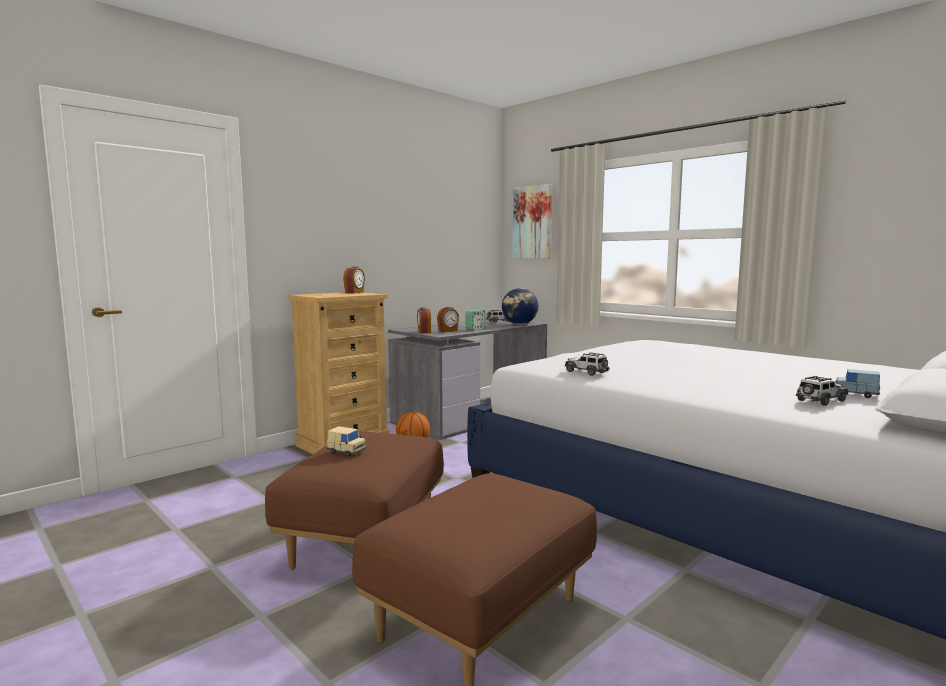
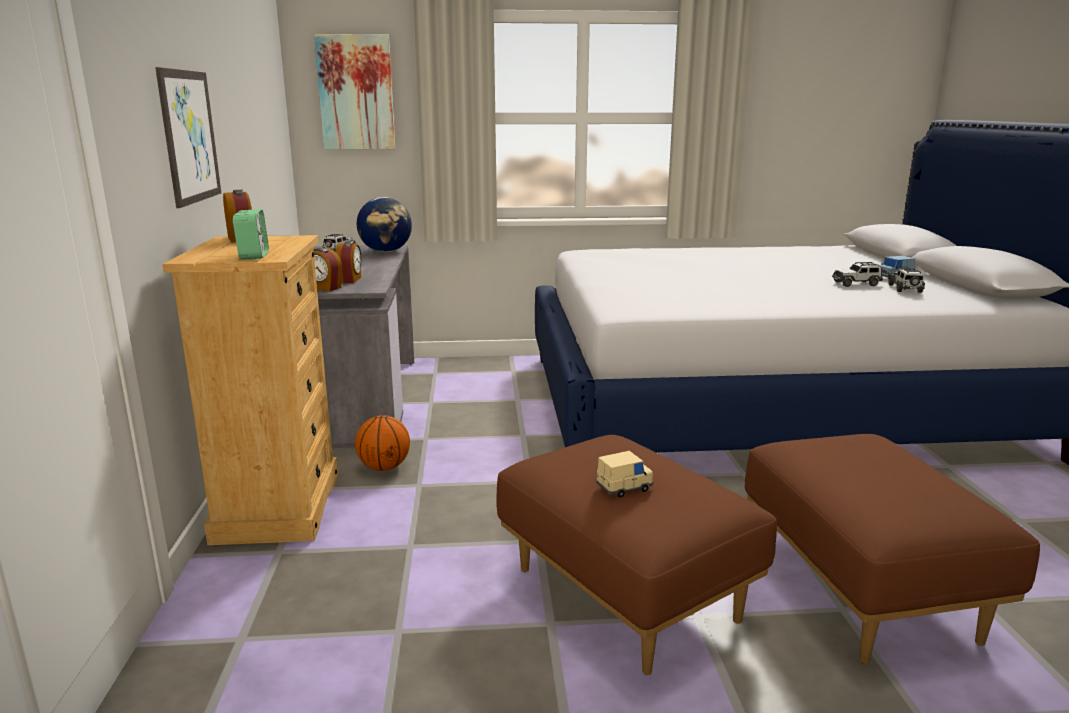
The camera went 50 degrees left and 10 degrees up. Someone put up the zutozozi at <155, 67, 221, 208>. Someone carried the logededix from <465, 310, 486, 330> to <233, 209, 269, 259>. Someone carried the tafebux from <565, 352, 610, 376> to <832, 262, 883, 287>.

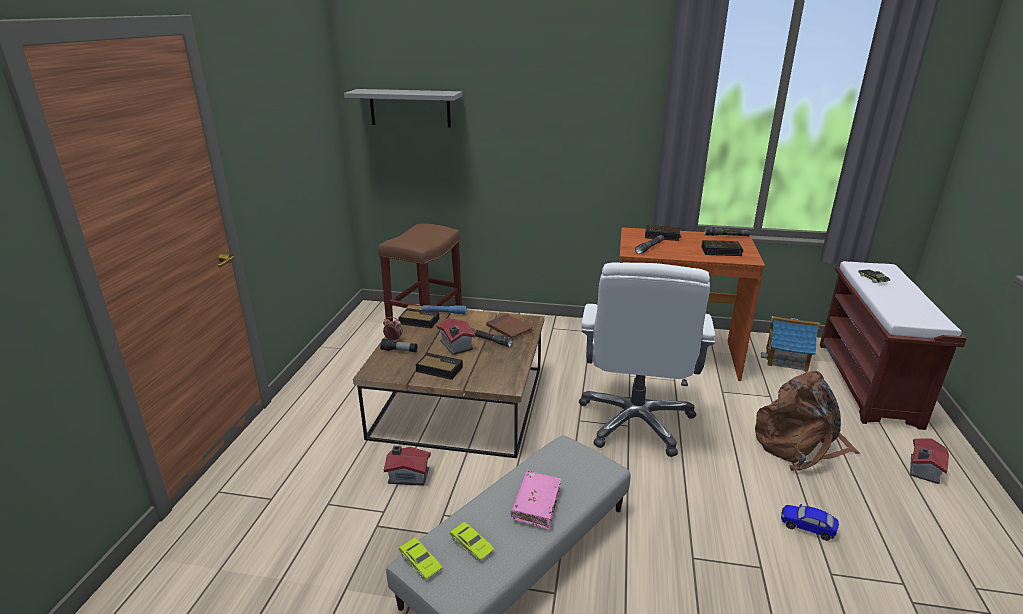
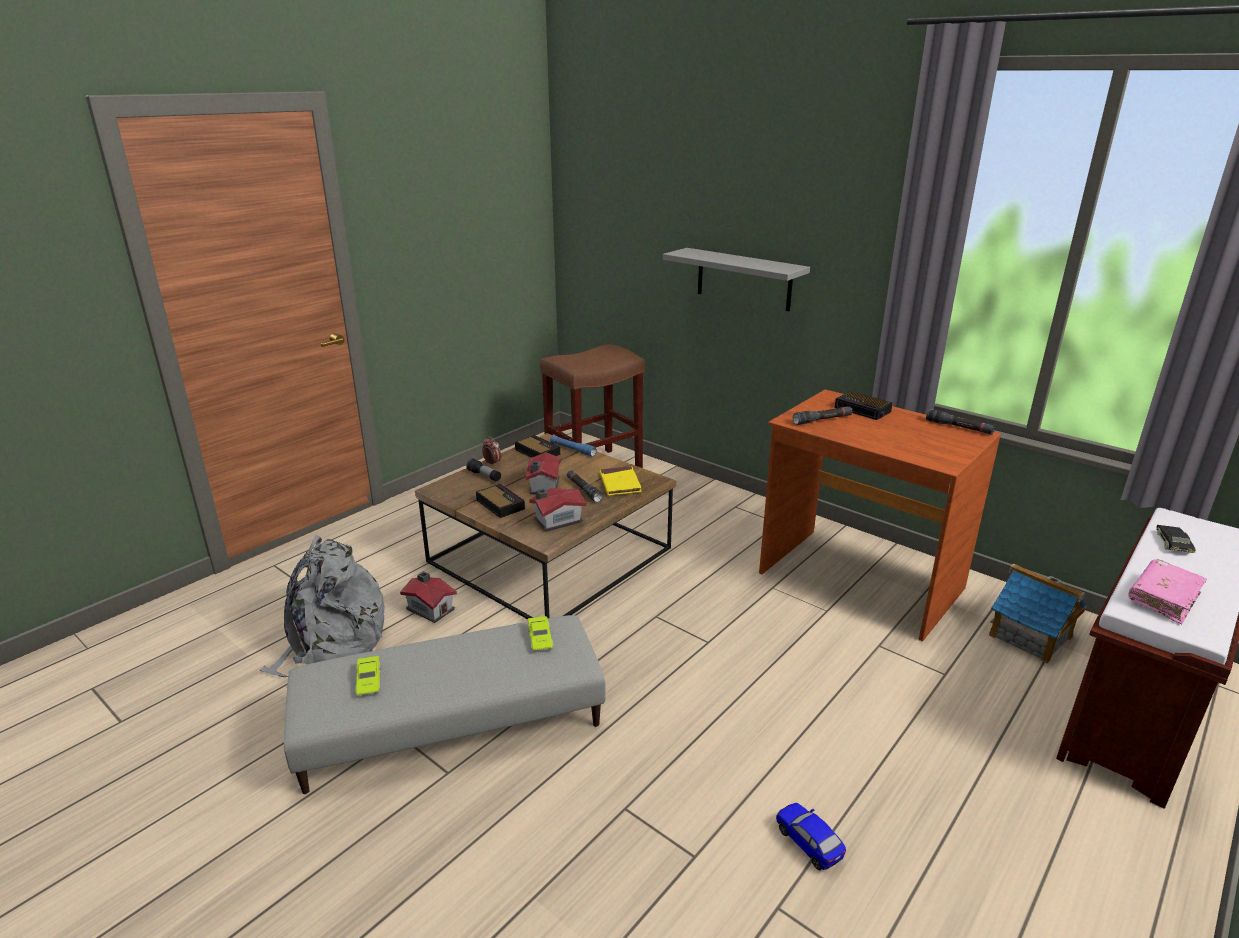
The camera went 30 degrees right and 0 degrees up. Someone put down the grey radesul at <260, 535, 385, 677>. Someone carried the green tafebux from <399, 538, 442, 580> to <527, 616, 553, 651>. Someone carried the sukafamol from <910, 438, 949, 484> to <529, 488, 586, 532>. Someone repainted the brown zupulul at <486, 314, 533, 339>, which became the yellow zupulul at <600, 466, 642, 496>. Someone carried the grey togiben from <344, 89, 462, 128> to <663, 248, 810, 311>. Someone carried the pink zupulul from <511, 471, 561, 530> to <1128, 559, 1207, 624>. Someone took away the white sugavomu at <579, 262, 715, 457>. Someone took away the logededix at <701, 240, 743, 256>. Someone took away the brown radesul at <755, 371, 860, 471>.

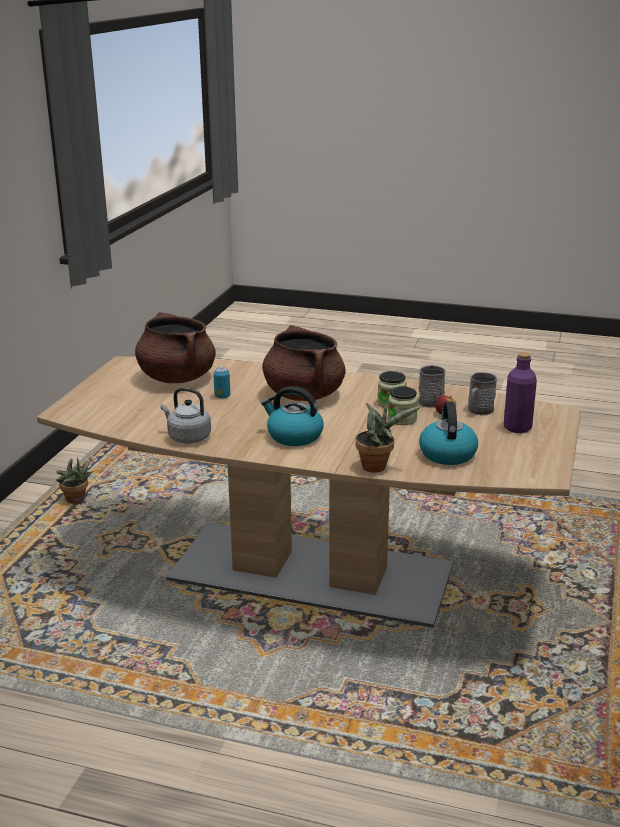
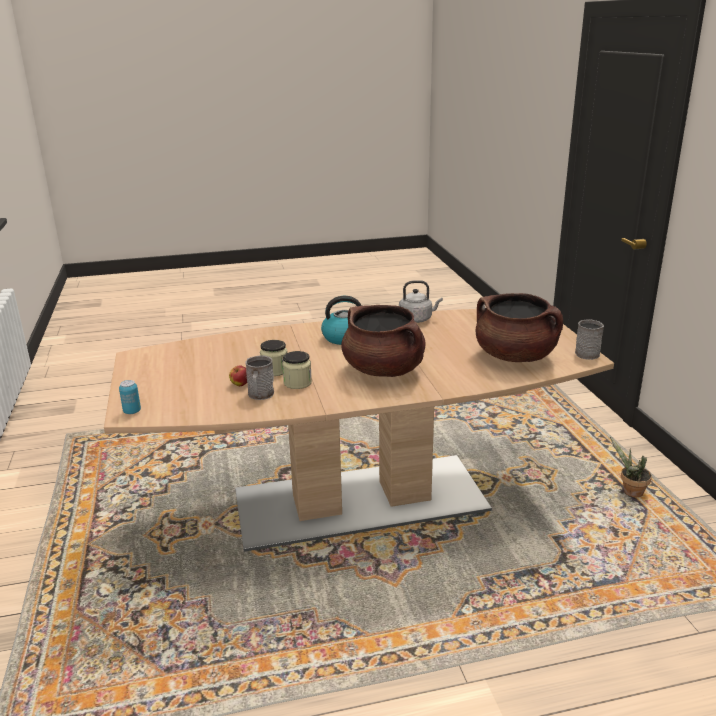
The camera went 150 degrees right and 0 degrees up. Someone carried the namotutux from <213, 367, 230, 398> to <119, 380, 141, 414>. Someone carried the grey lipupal from <468, 372, 497, 415> to <575, 320, 604, 360>. Someone took away the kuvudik at <355, 399, 421, 473>. Someone took away the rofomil at <419, 401, 478, 465>. Someone took away the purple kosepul at <504, 352, 537, 433>.

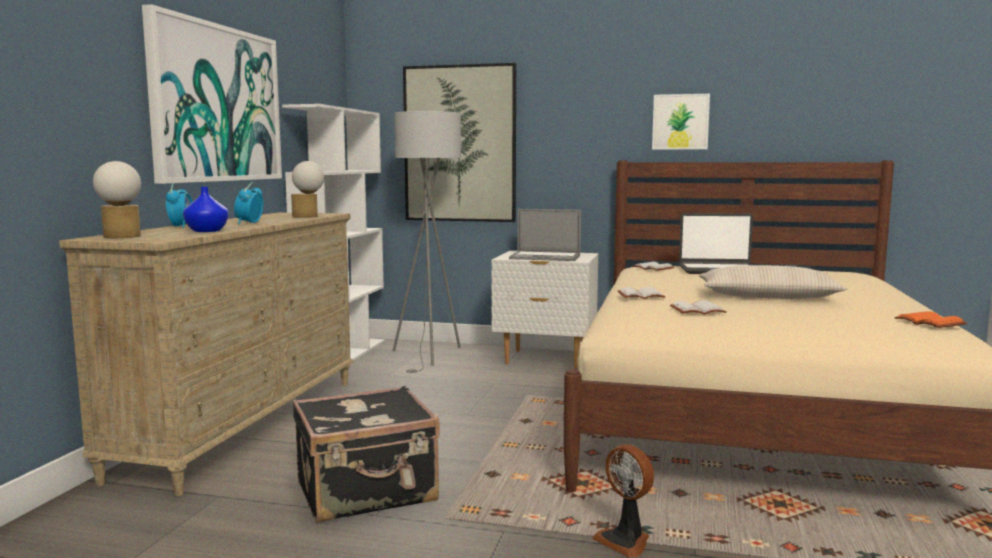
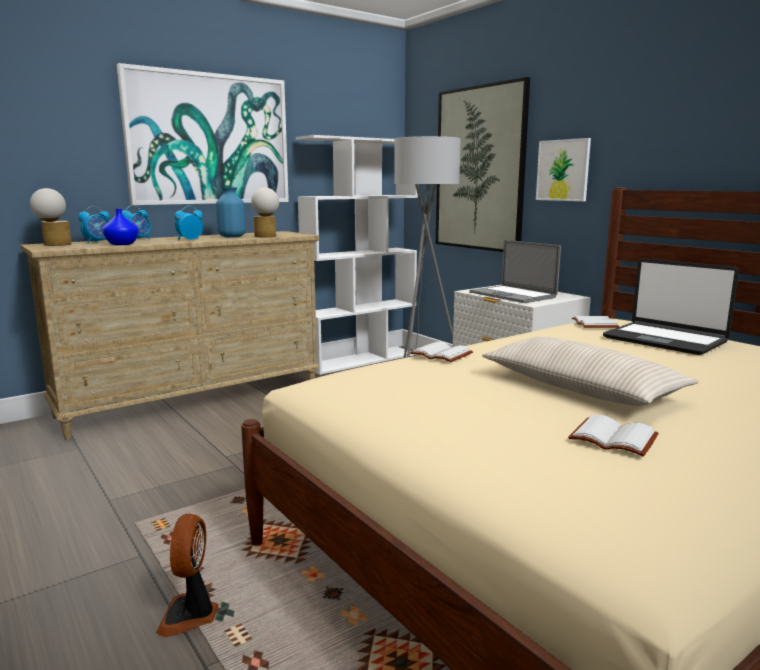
The camera went 40 degrees right and 5 degrees up. Someone put down the logededix at <79, 206, 110, 243>. Someone put down the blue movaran at <216, 187, 246, 238>. Someone carried the zutozozi from <652, 94, 710, 150> to <536, 138, 591, 201>. Someone carried the white zupulul from <670, 300, 727, 315> to <568, 415, 659, 457>. Someone took away the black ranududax at <293, 386, 440, 523>. Someone took away the orange zupulul at <894, 311, 967, 328>.

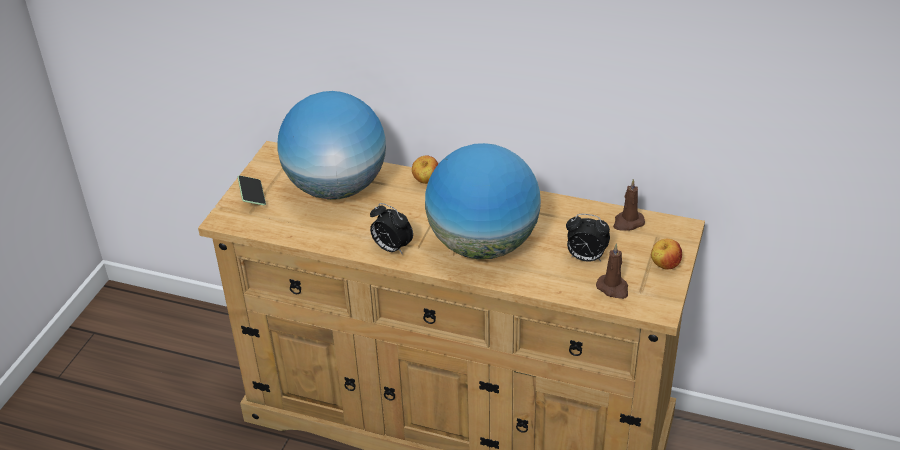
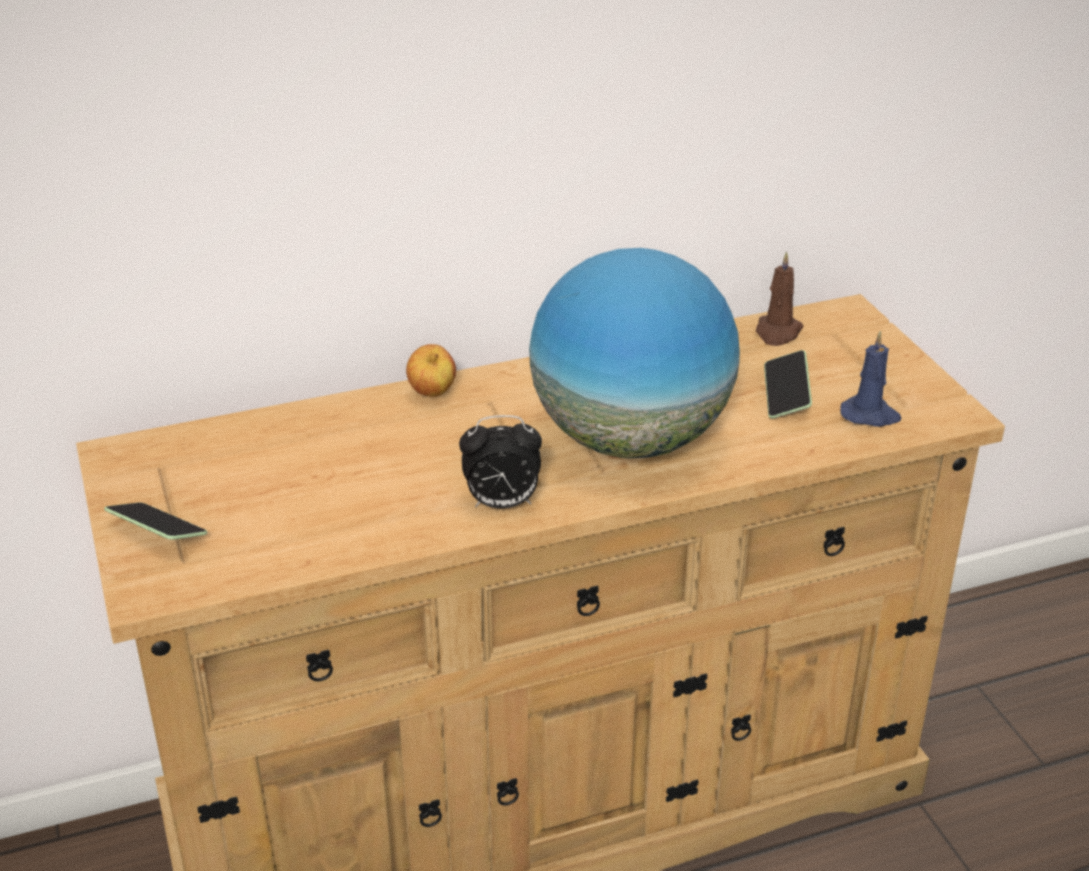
The camera went 40 degrees left and 5 degrees down. Someone swapped the logededix at <566, 214, 610, 262> for the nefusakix at <764, 350, 812, 419>. Someone repainted the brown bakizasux at <596, 243, 628, 299>, which became the blue bakizasux at <840, 330, 902, 427>. Someone took away the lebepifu at <277, 91, 386, 200>. Someone took away the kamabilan at <651, 239, 682, 270>.

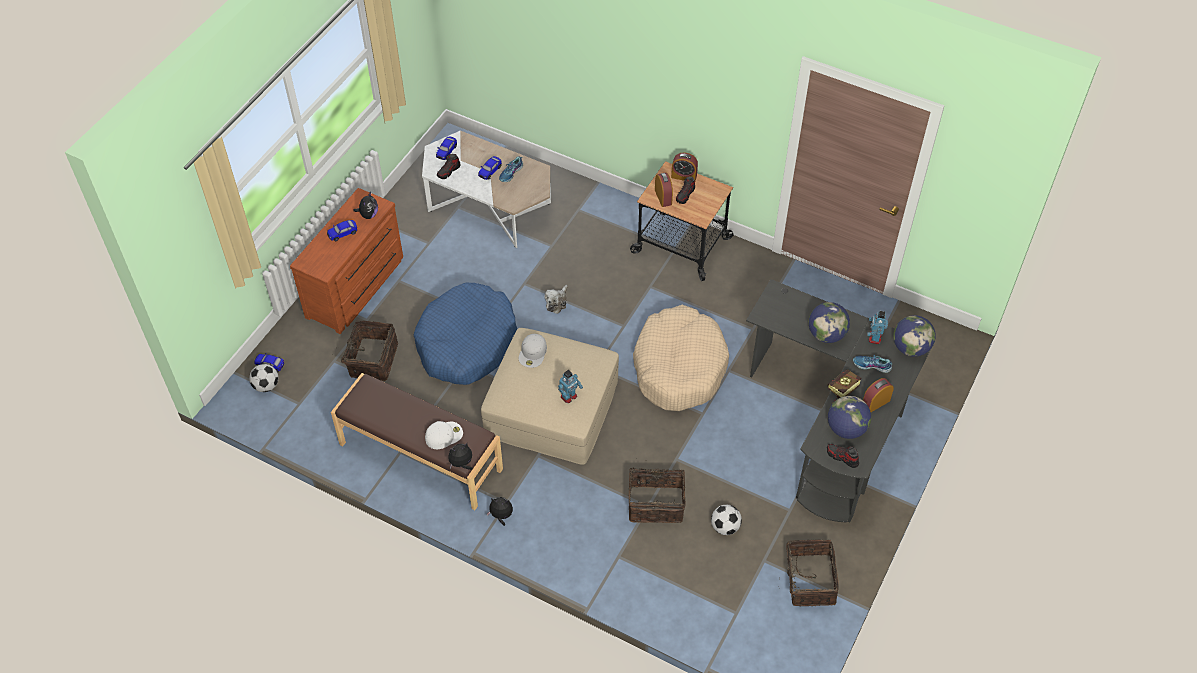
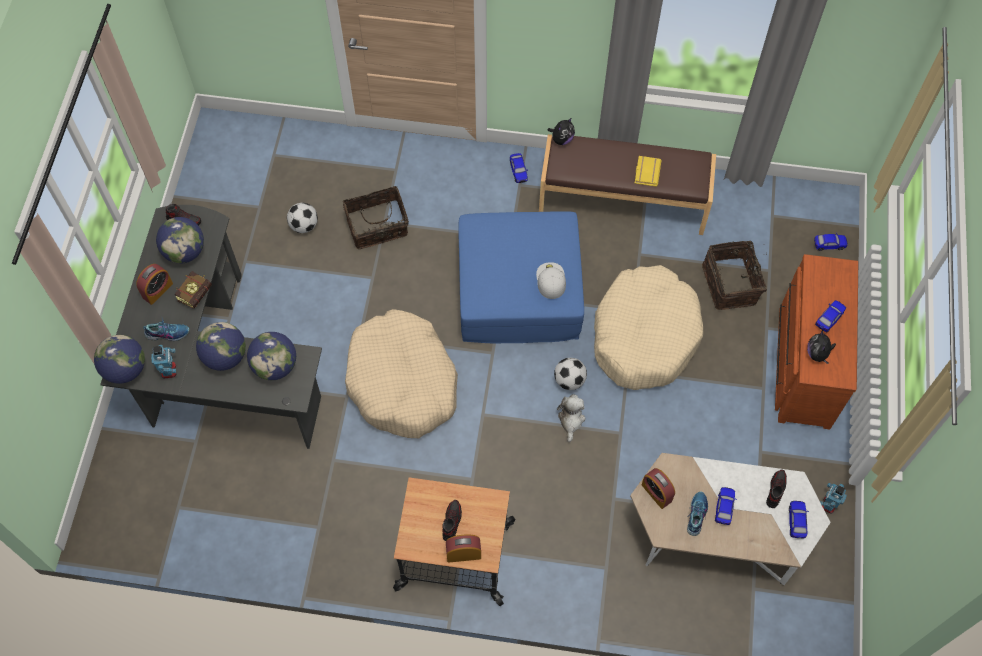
The camera went 160 degrees right and 10 degrees up. Someone put down the lebepifu at <247, 332, 296, 380>. Someone repainted the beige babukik at <481, 328, 619, 465>, which became the blue babukik at <458, 211, 584, 344>. Someone swapped the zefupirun at <487, 497, 513, 526> for the tafebux at <510, 153, 528, 183>. Someone carried the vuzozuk from <249, 364, 278, 392> to <554, 358, 587, 390>. Someone repainted the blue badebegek at <414, 283, 517, 385>, which became the beige badebegek at <594, 265, 704, 390>. Someone put down the yellow zupulul at <635, 156, 661, 187>. Someone carried the logededix from <655, 172, 673, 207> to <642, 468, 675, 509>. Someone carried the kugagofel from <558, 370, 583, 403> to <820, 483, 847, 514>. Someone took away the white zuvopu at <425, 421, 463, 449>. Someone took away the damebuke at <779, 539, 839, 606>.

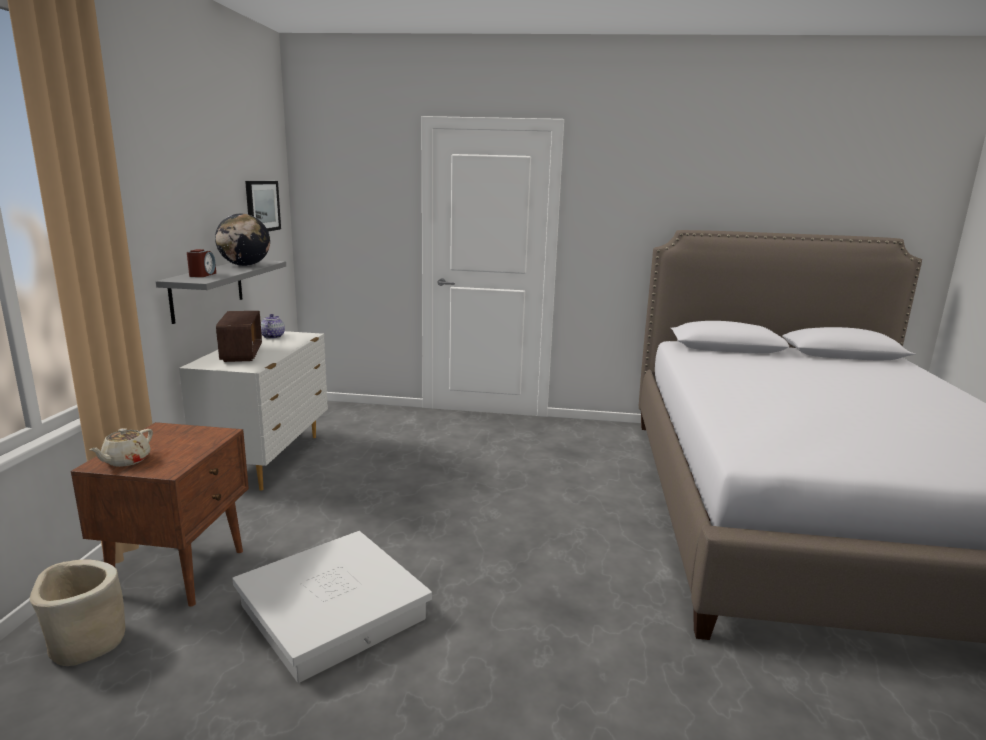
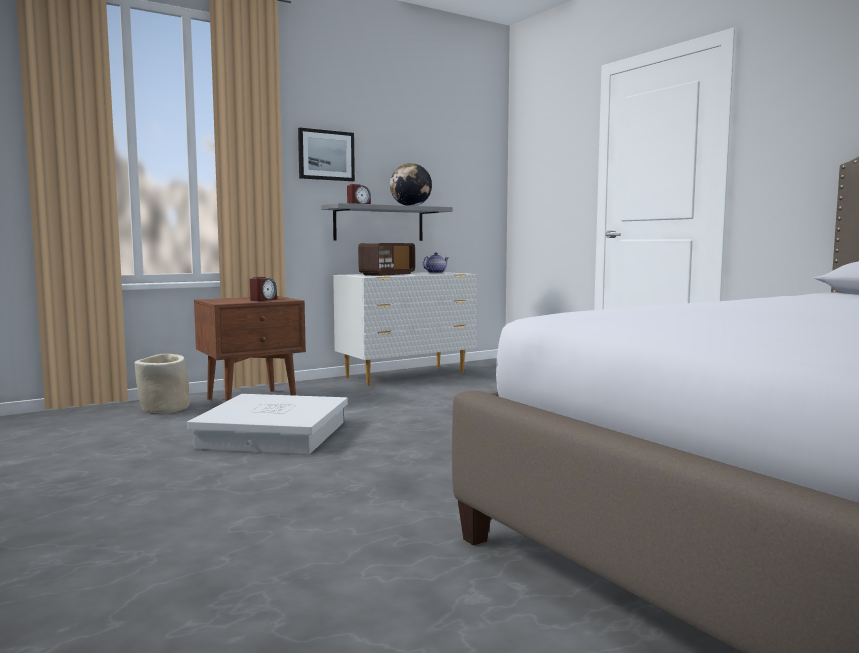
The camera went 50 degrees right and 10 degrees down. Someone put down the logededix at <250, 277, 277, 301>. Someone carried the zutozozi from <245, 181, 281, 231> to <298, 128, 355, 181>. Someone took away the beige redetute at <89, 428, 153, 467>.

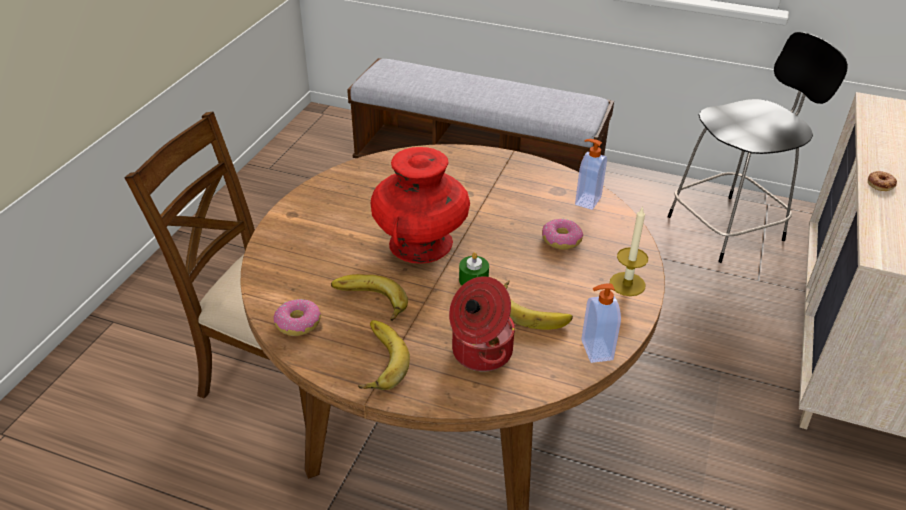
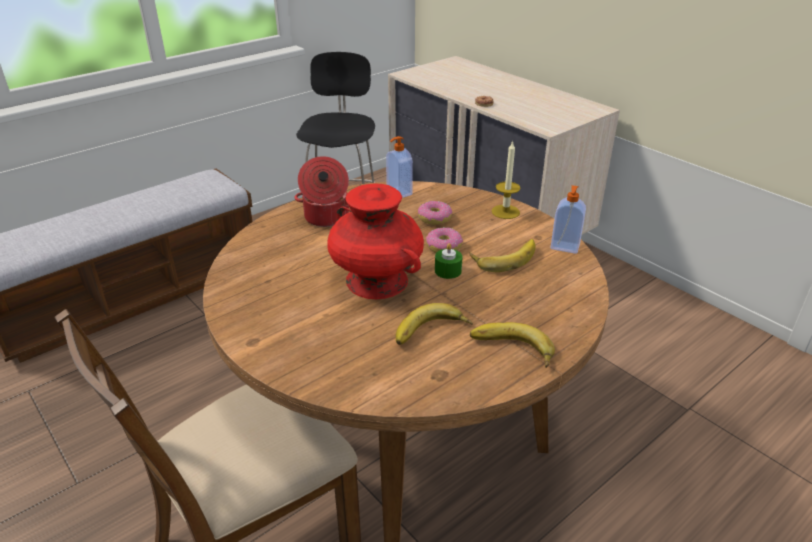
The camera went 60 degrees left and 5 degrees down. Someone carried the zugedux from <449, 276, 516, 371> to <294, 156, 349, 227>. Someone carried the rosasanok from <274, 299, 321, 336> to <426, 227, 463, 253>.

